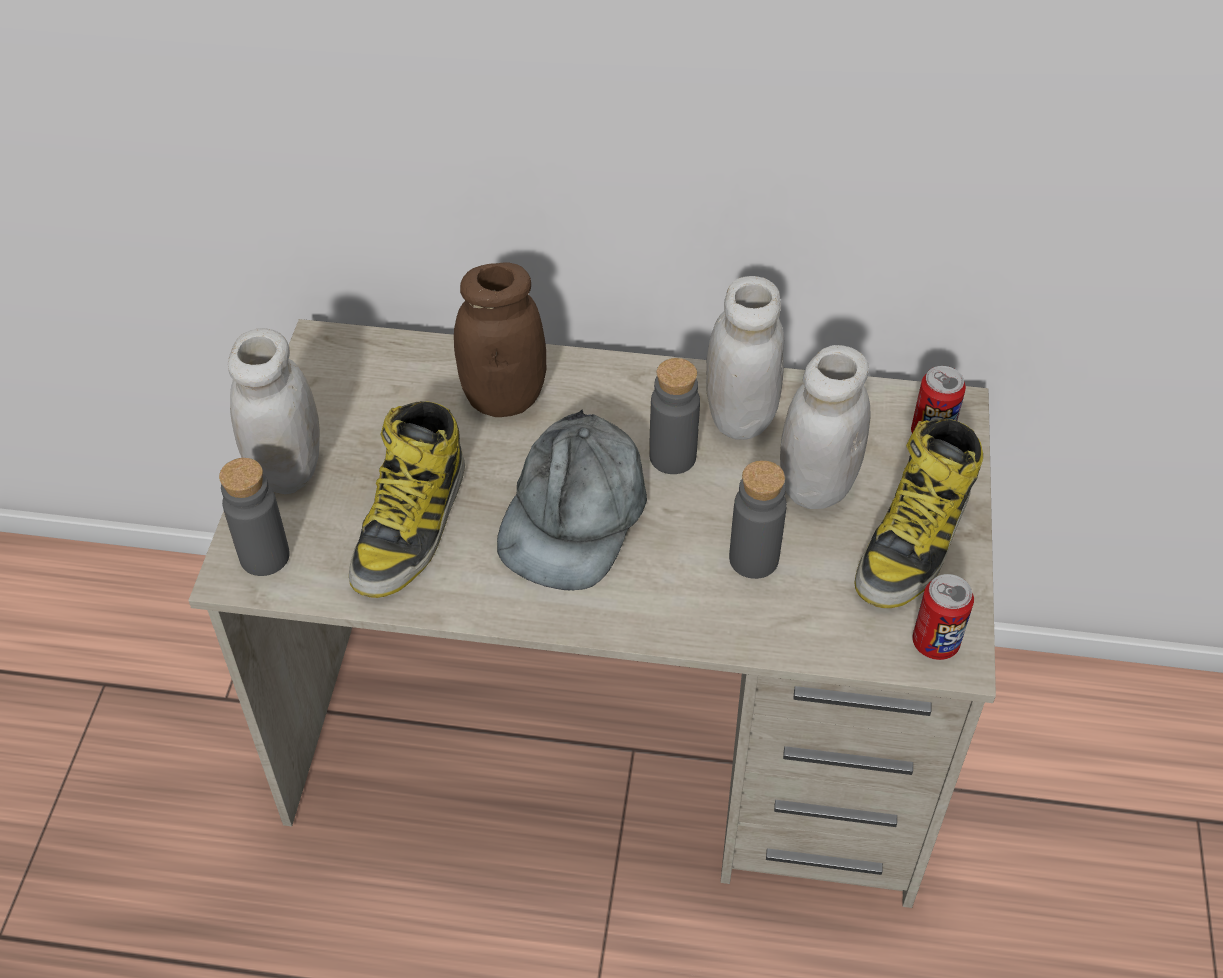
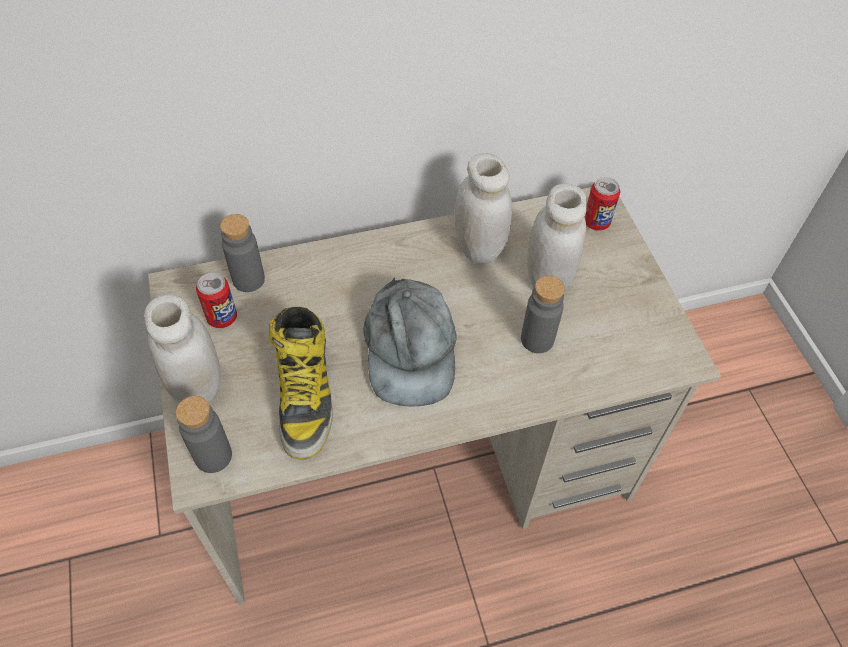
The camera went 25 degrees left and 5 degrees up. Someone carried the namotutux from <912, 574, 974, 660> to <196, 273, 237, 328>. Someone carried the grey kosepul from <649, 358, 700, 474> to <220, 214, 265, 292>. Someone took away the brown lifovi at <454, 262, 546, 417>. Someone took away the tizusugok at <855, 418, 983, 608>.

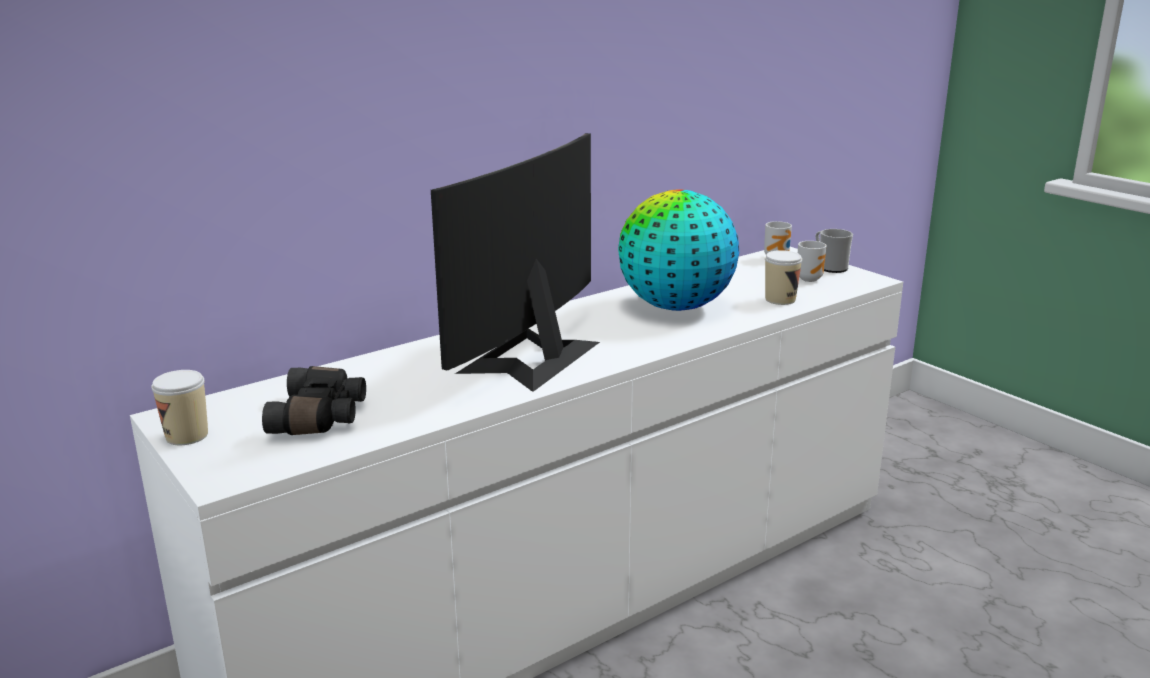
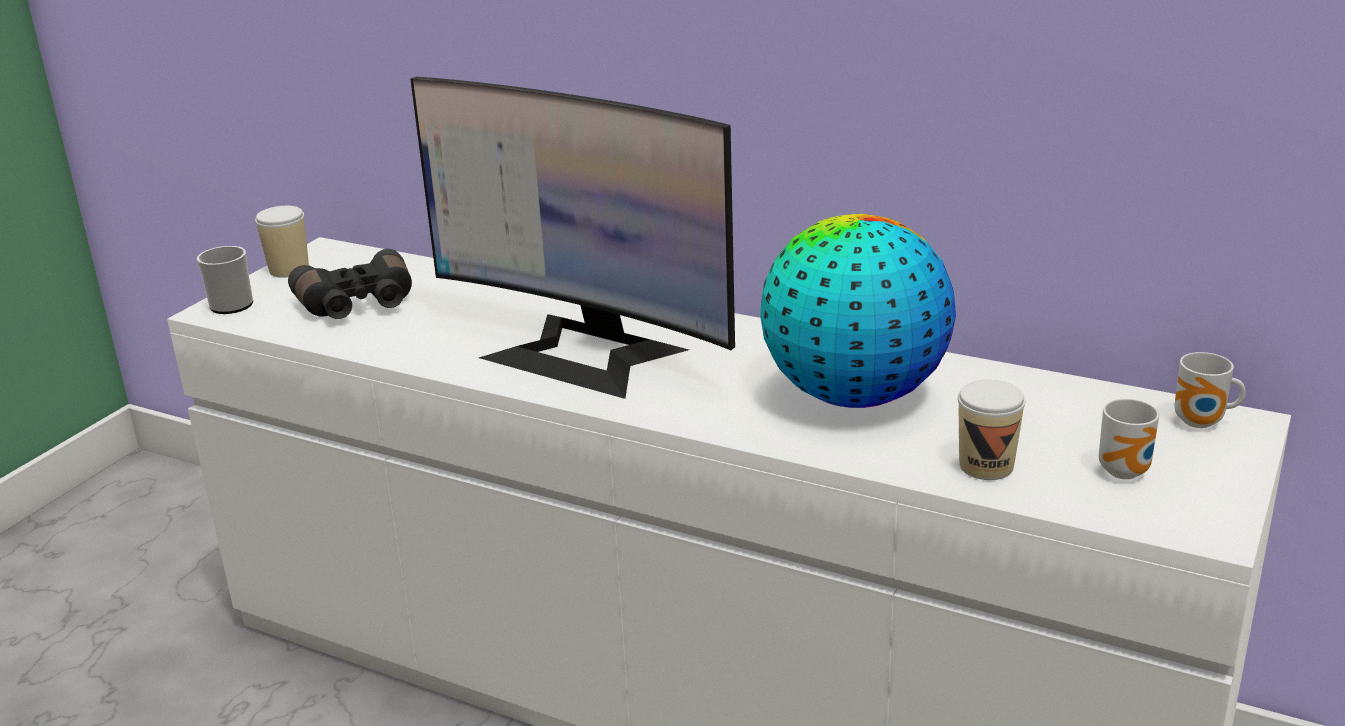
The camera went 65 degrees right and 5 degrees up. Someone carried the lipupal from <815, 229, 853, 273> to <197, 246, 253, 314>. Someone rotated the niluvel at <431, 133, 600, 392> by 150 degrees counterclockwise.

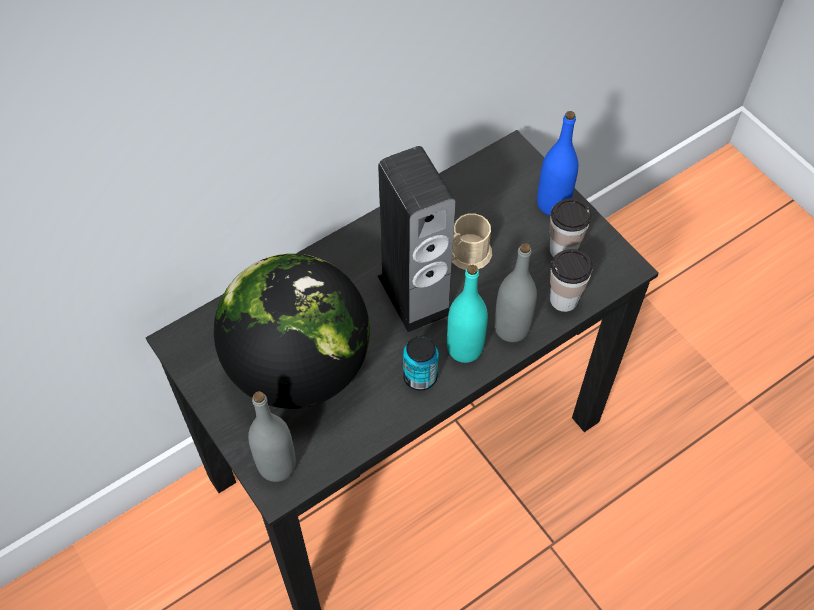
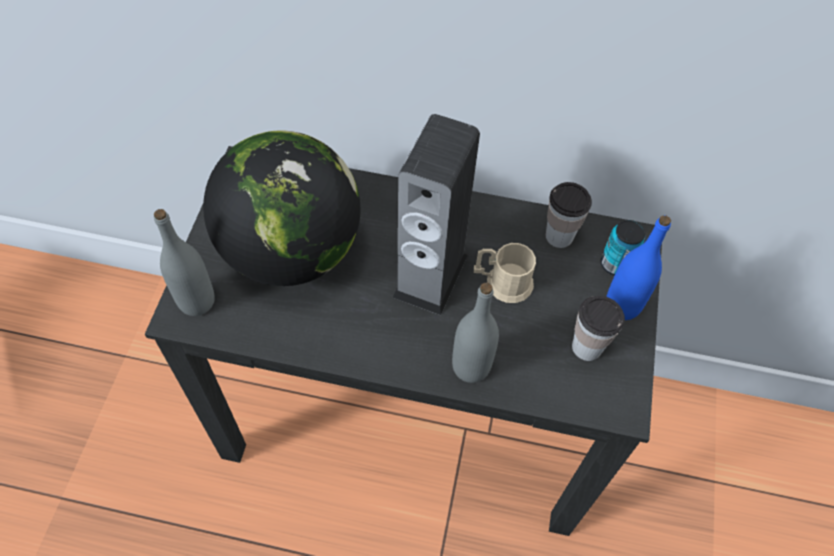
The camera went 45 degrees right and 0 degrees up. Someone carried the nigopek from <550, 249, 593, 312> to <546, 182, 592, 248>. Someone carried the namotutux from <403, 336, 439, 391> to <601, 220, 646, 276>. Someone took away the turquoise kosepul at <447, 265, 488, 363>.

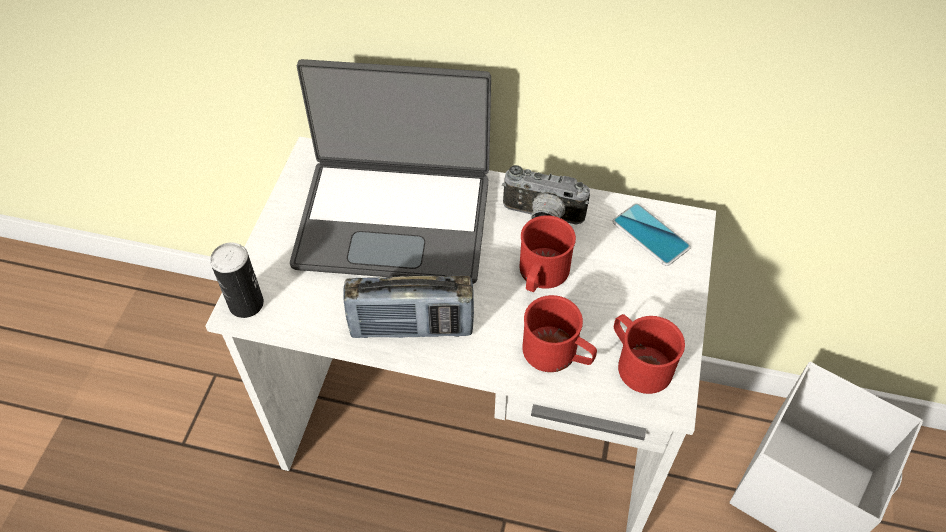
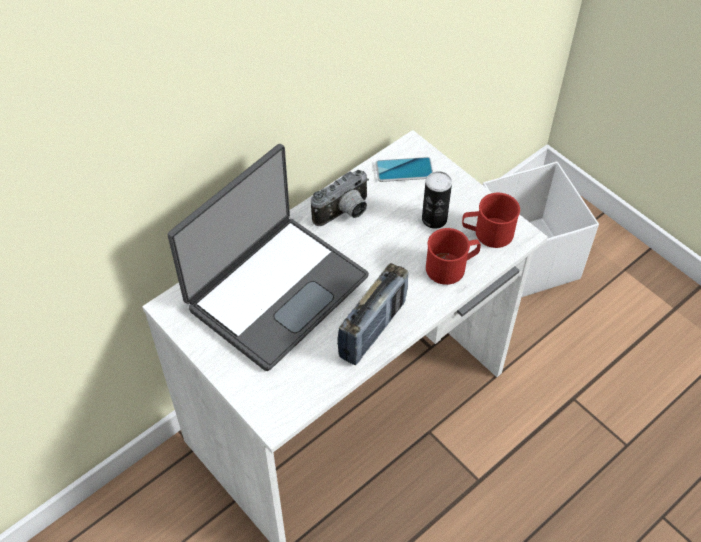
The camera went 55 degrees left and 0 degrees up. Someone carried the namotutux from <210, 242, 264, 318> to <422, 171, 452, 229>. Someone took away the red lipupal at <520, 215, 576, 292>.

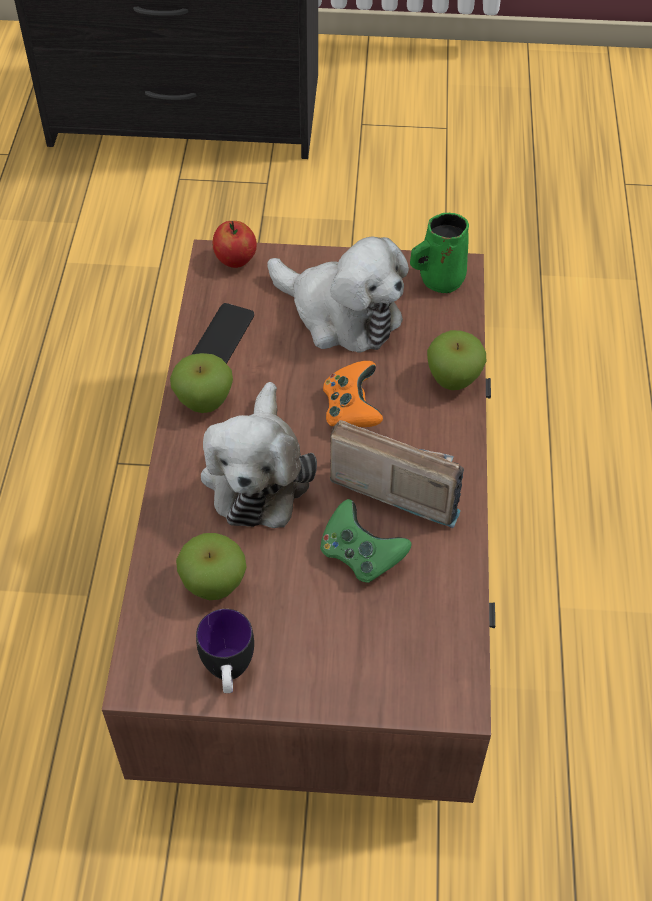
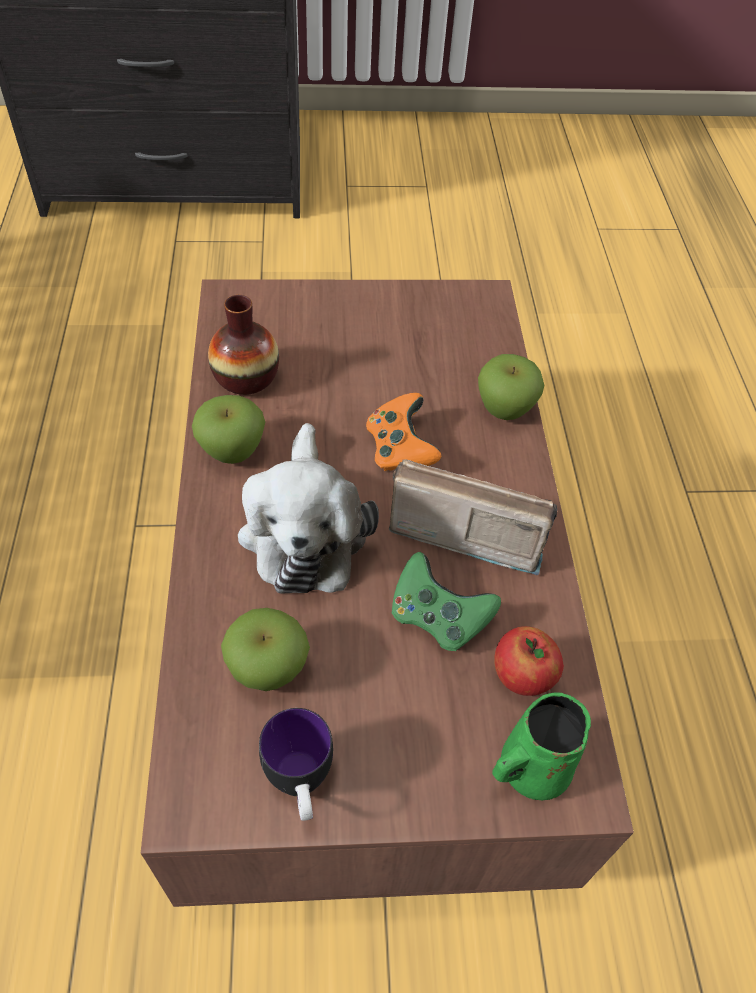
The camera went 10 degrees left and 0 degrees up. Someone swapped the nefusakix at <192, 303, 254, 364> for the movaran at <208, 295, 279, 395>. Someone carried the green lipupal from <410, 213, 469, 293> to <492, 693, 591, 801>. Someone carried the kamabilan from <213, 221, 257, 268> to <494, 626, 564, 696>. Someone took away the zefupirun at <267, 237, 409, 353>.

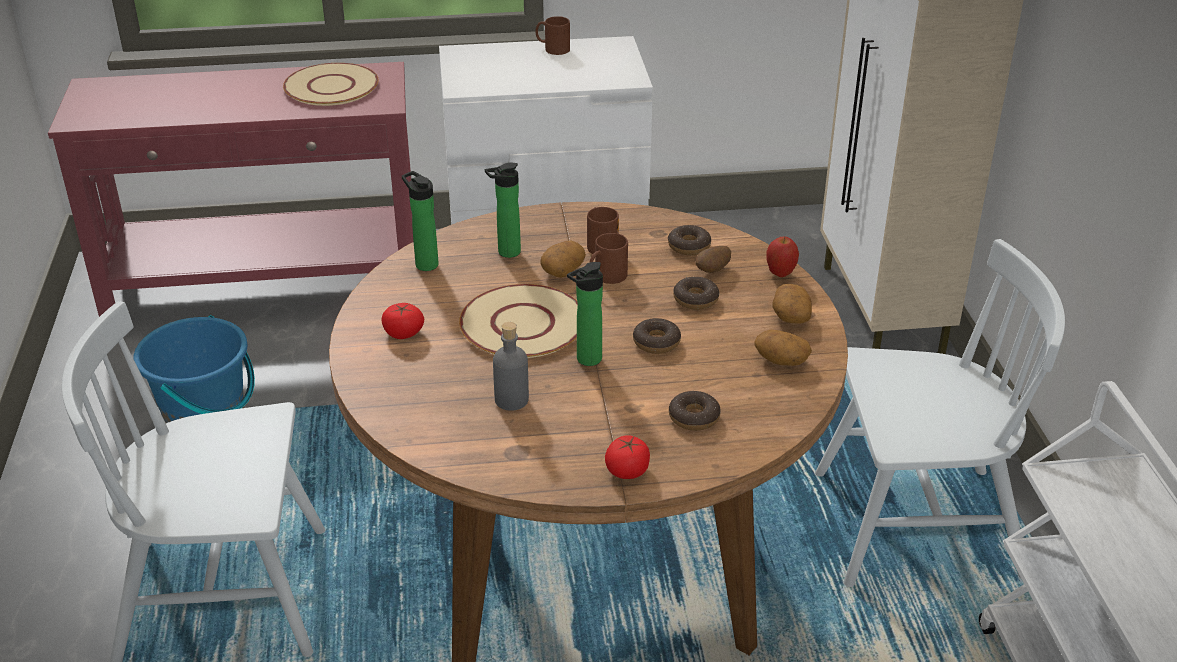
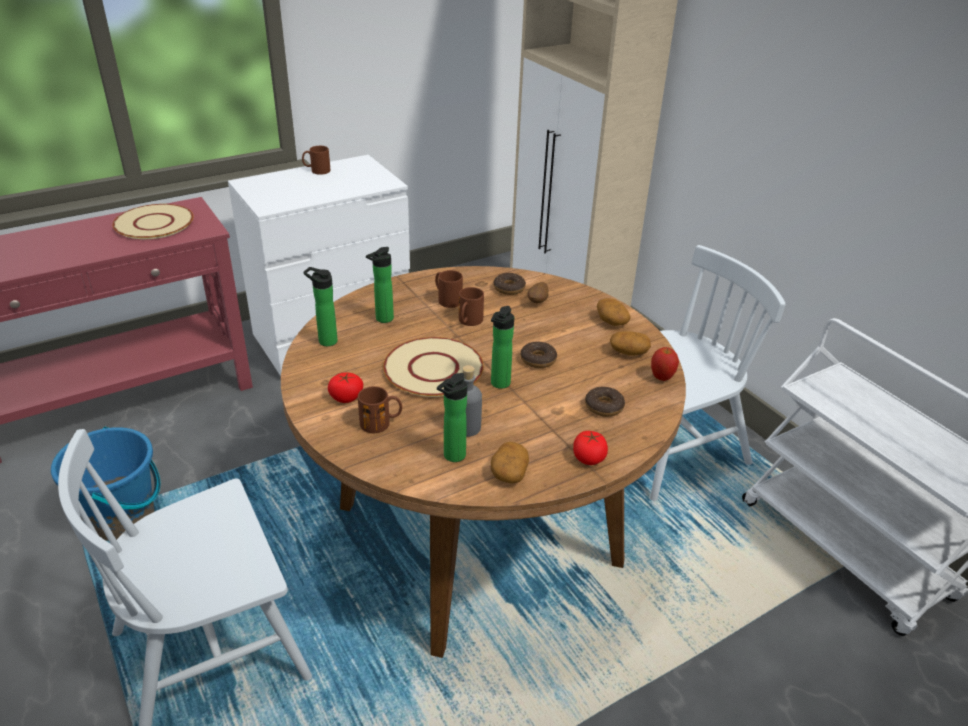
The camera went 25 degrees left and 0 degrees up. Someone put down the brown lipupal at <358, 386, 402, 433>. Someone put down the kosepul at <437, 373, 467, 462>. Someone carried the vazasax from <541, 241, 586, 278> to <491, 442, 529, 483>. Someone carried the kamabilan from <766, 236, 799, 277> to <651, 347, 679, 381>. Someone took away the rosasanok at <673, 277, 719, 310>.

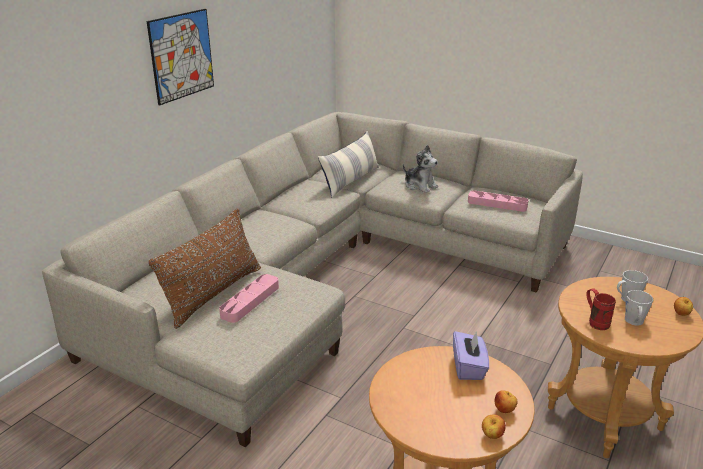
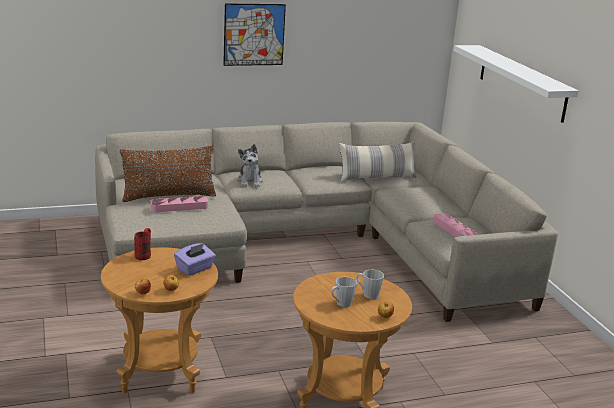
The camera went 40 degrees right and 5 degrees down. Someone carried the red lipupal from <586, 288, 616, 330> to <134, 228, 151, 260>. Someone carried the zefupirun from <403, 145, 438, 193> to <237, 144, 263, 187>. Someone put up the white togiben at <454, 45, 579, 123>.

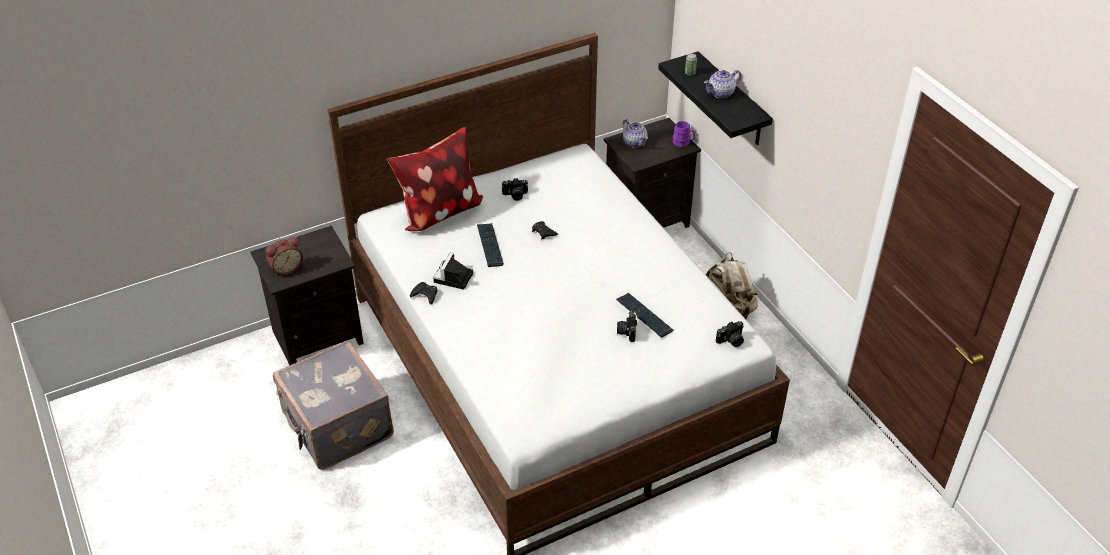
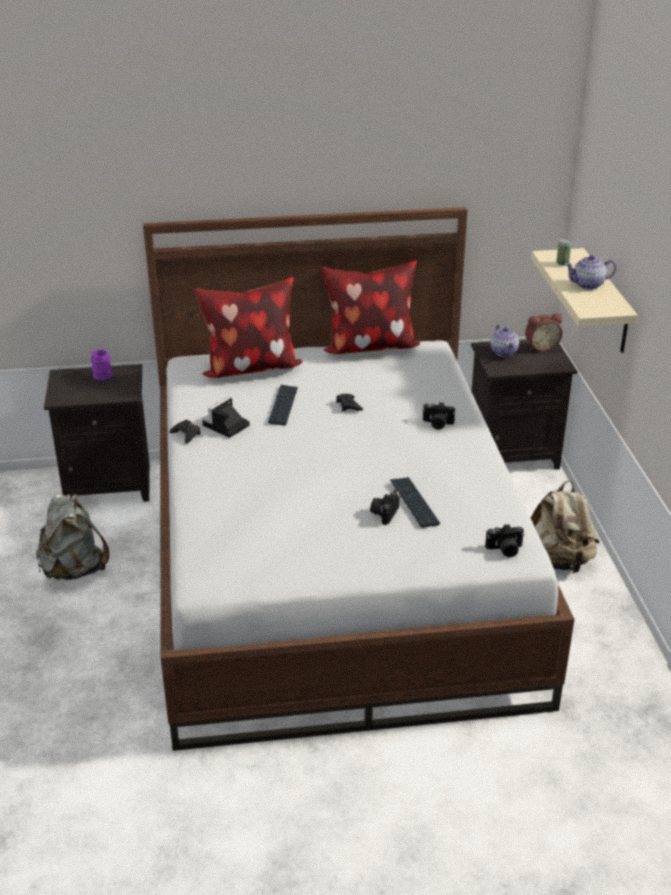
The camera went 20 degrees right and 10 degrees down. Someone swapped the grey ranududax at <273, 340, 394, 470> for the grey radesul at <36, 494, 110, 580>. Someone carried the purple lipupal from <673, 121, 695, 147> to <91, 349, 112, 380>. Someone put down the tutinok at <321, 260, 420, 354>. Someone carried the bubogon from <502, 178, 528, 201> to <422, 402, 455, 430>. Someone carried the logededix from <266, 237, 303, 276> to <525, 313, 562, 352>. Someone repainted the black togiben at <658, 52, 773, 145>, which became the beige togiben at <531, 248, 638, 353>.

